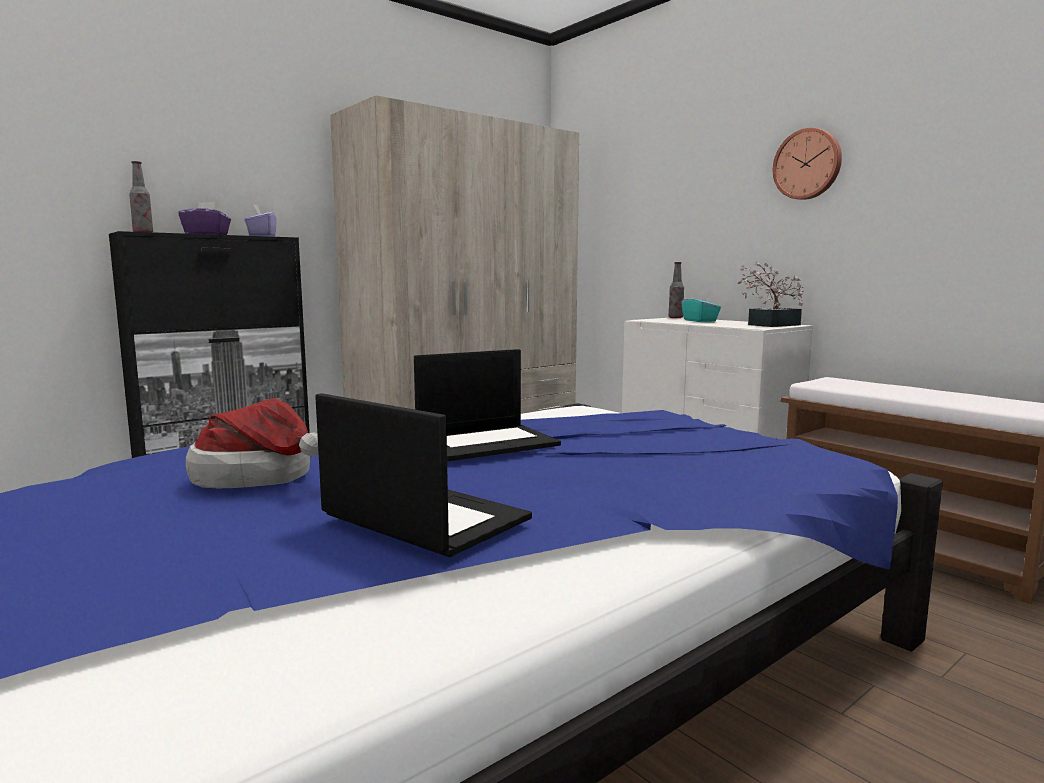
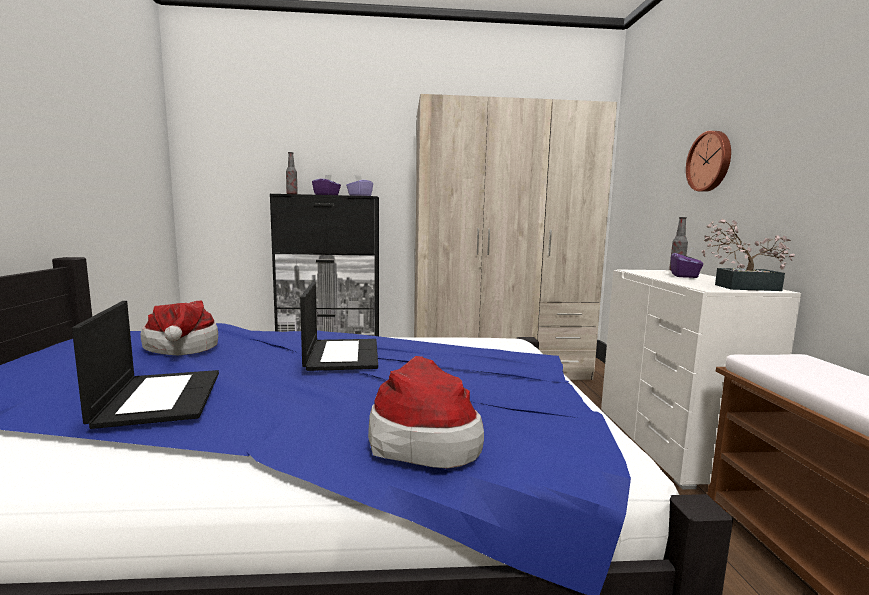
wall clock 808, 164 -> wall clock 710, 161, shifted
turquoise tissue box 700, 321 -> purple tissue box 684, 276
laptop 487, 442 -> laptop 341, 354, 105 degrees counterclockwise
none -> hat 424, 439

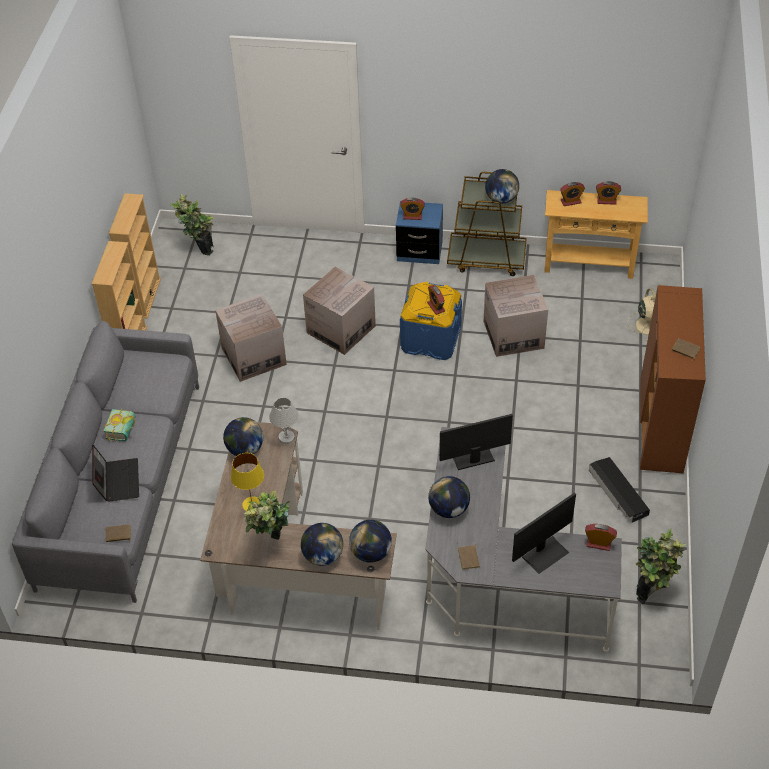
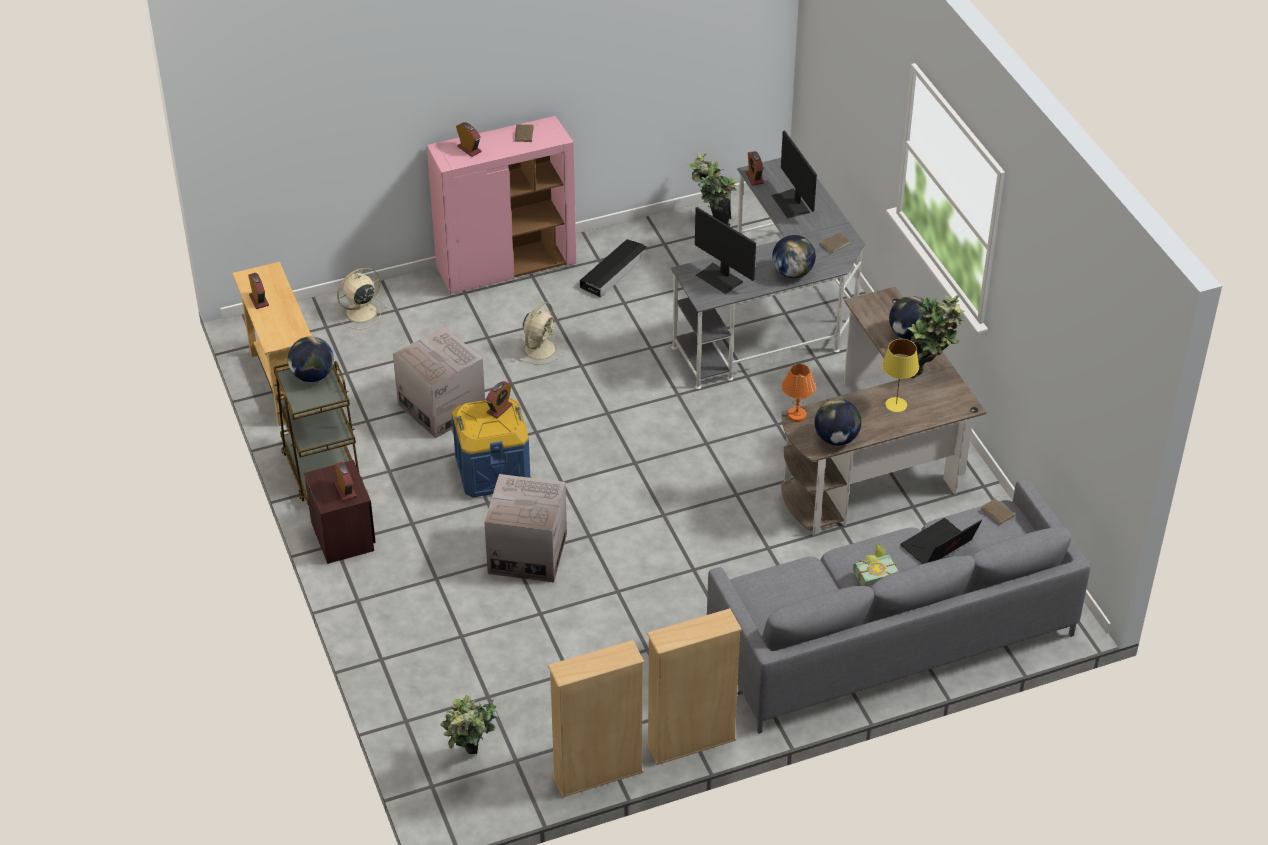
alarm clock 571, 201 -> alarm clock 469, 149, shifted
blue nightstand 419, 251 -> brown nightstand 343, 536
brown cabinet 661, 427 -> pink cabinet 506, 266
cardboard box 253, 356 -> none
white table lamp 287, 438 -> orange table lamp 796, 415
monitor 545, 554 -> monitor 791, 203, 135 degrees counterclockwise
globe 371, 553 -> none
none -> beige fan 540, 348

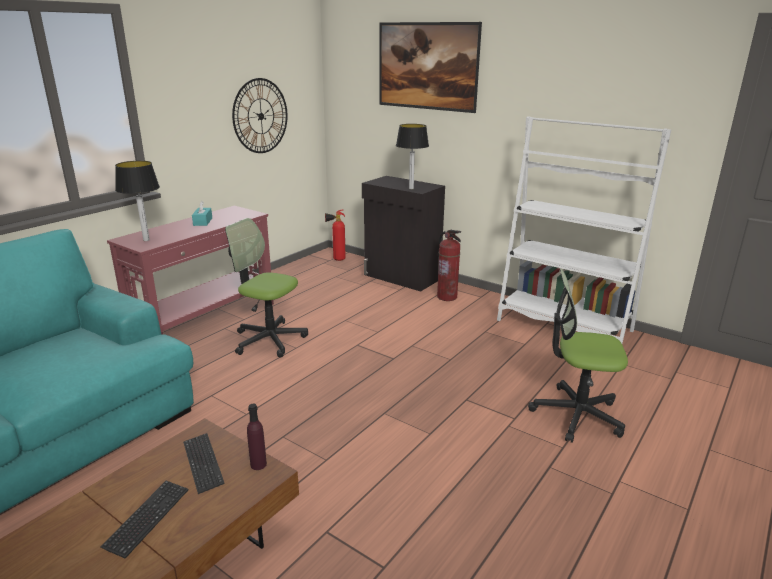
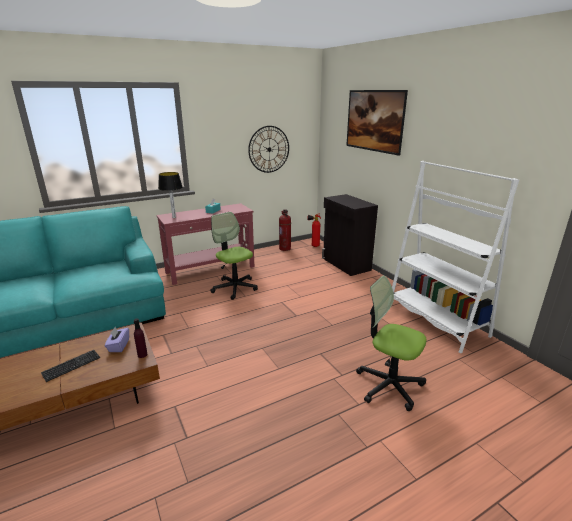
table lamp 411, 188 -> none
fire extinguisher 447, 297 -> fire extinguisher 285, 248, shifted
keyboard 203, 463 -> purple tissue box 118, 346

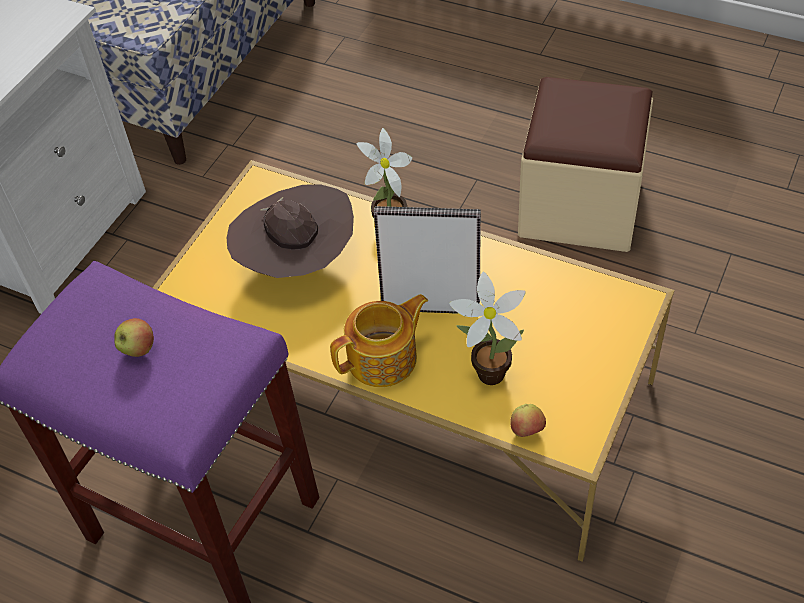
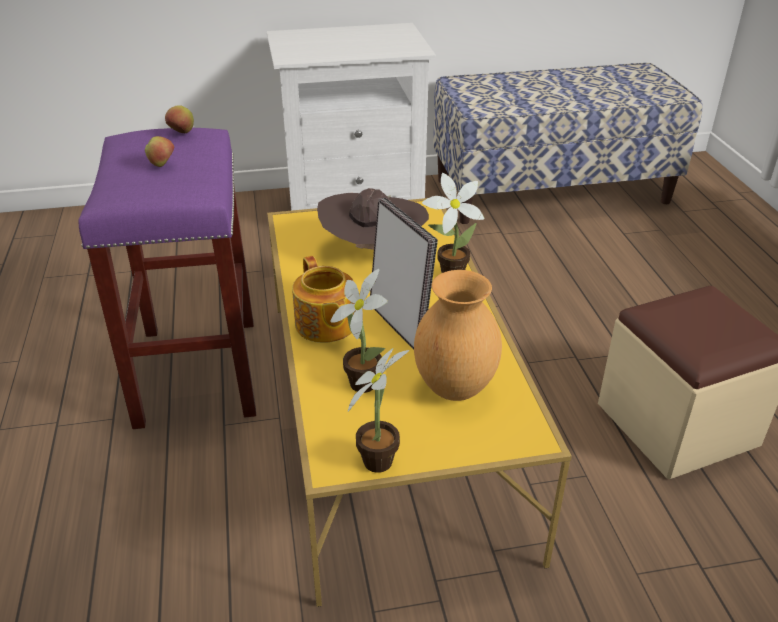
teapot 384, 359 -> teapot 325, 325, 45 degrees clockwise
apple 527, 431 -> apple 181, 133, shifted
none -> brown vase 455, 388
none -> potted plant 381, 458

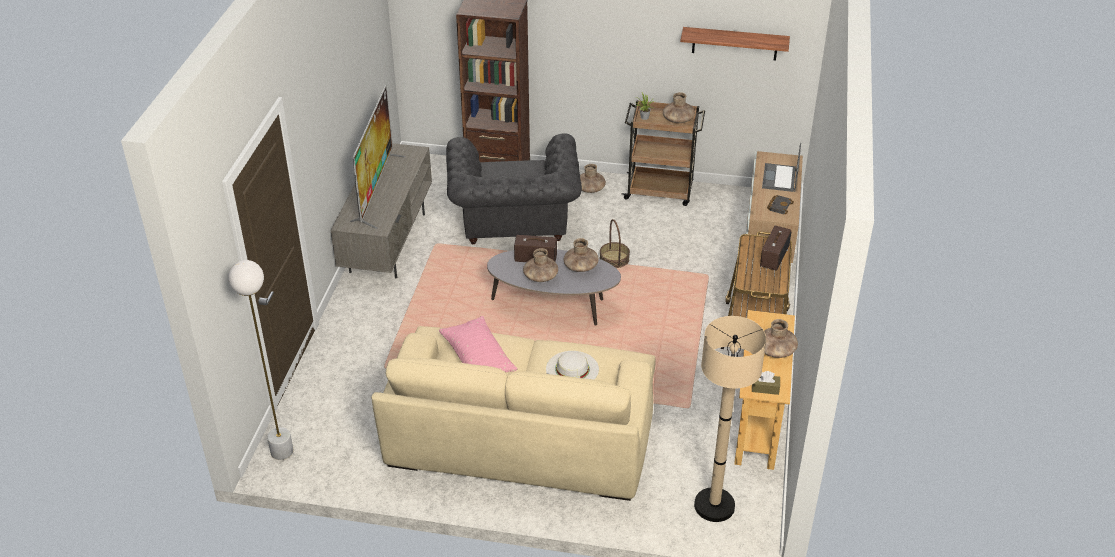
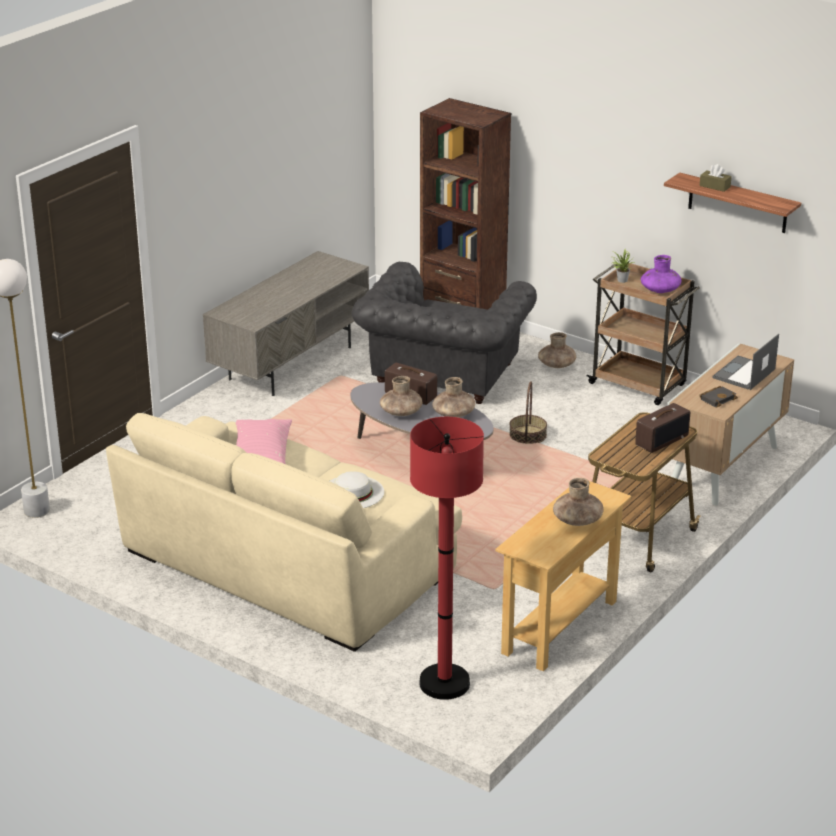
television 376, 189 -> none
brown vase 678, 120 -> purple vase 660, 290
beige floor lamp 714, 506 -> red floor lamp 444, 683
brown tissue box 765, 388 -> brown tissue box 714, 186, shifted

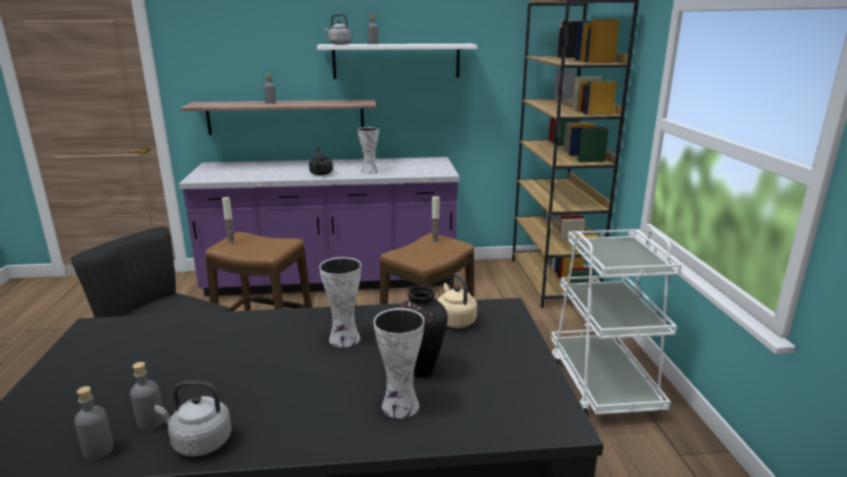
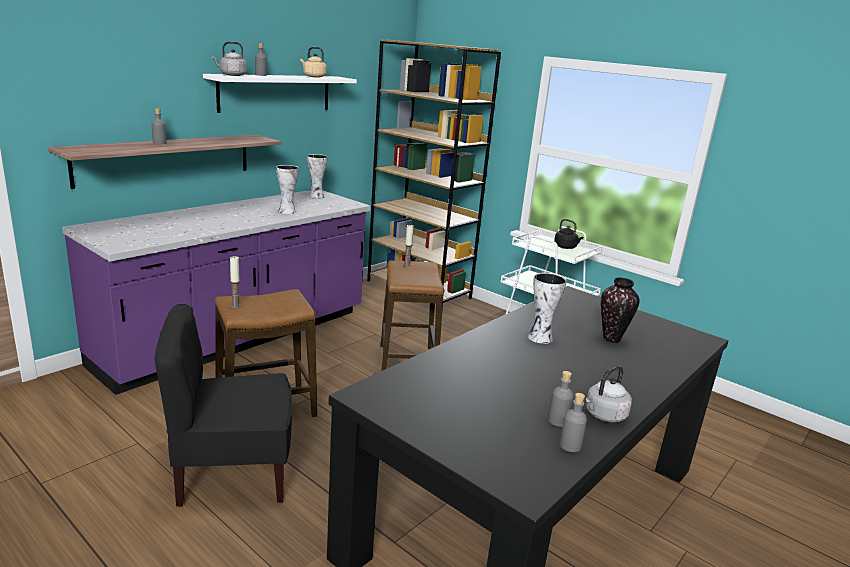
black kettle 321, 174 -> black kettle 566, 247, shifted
beige kettle 454, 320 -> beige kettle 313, 76, shifted
vase 398, 406 -> vase 316, 196, shifted

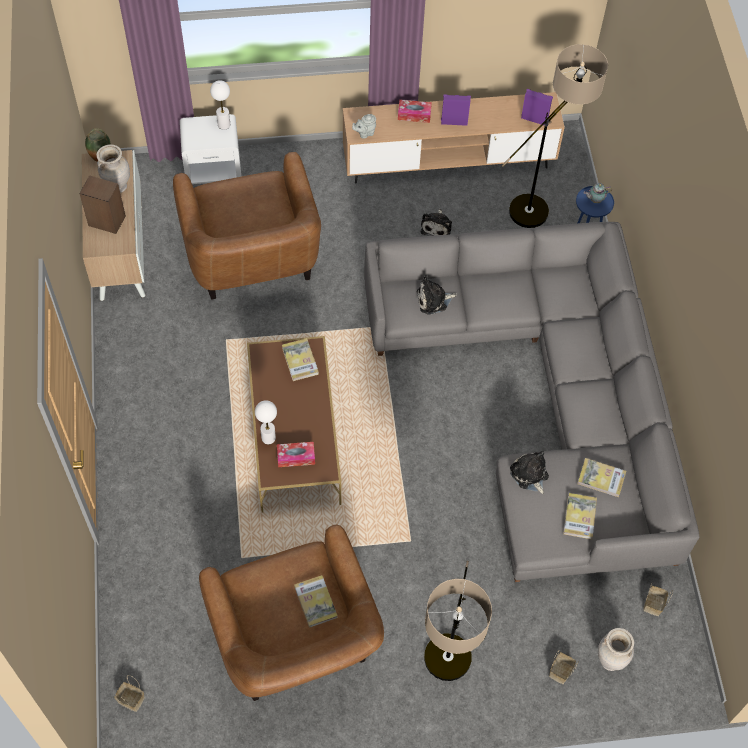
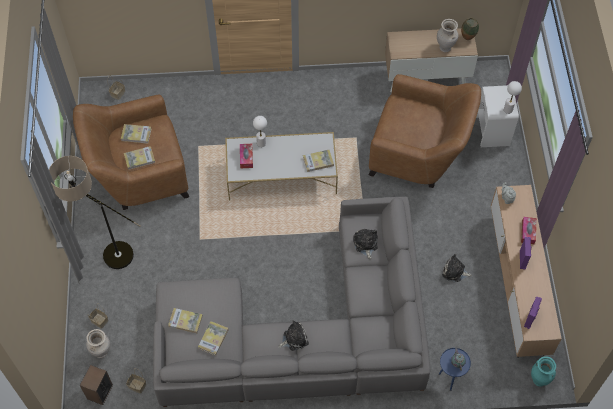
floor lamp 541, 205 -> none
brown armchair 253, 262 -> brown armchair 419, 153, 150 degrees counterclockwise
speaker 107, 221 -> speaker 99, 392, shifted
brown coffee table 294, 436 -> white coffee table 281, 175
plush toy 530, 475 -> plush toy 294, 338, shifted
none -> book 136, 134
none -> turquoise vase 539, 380

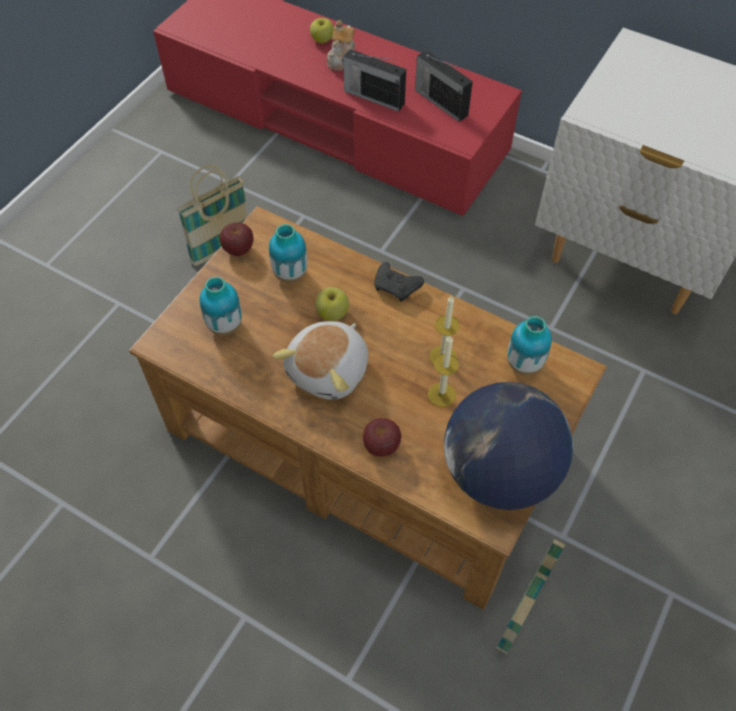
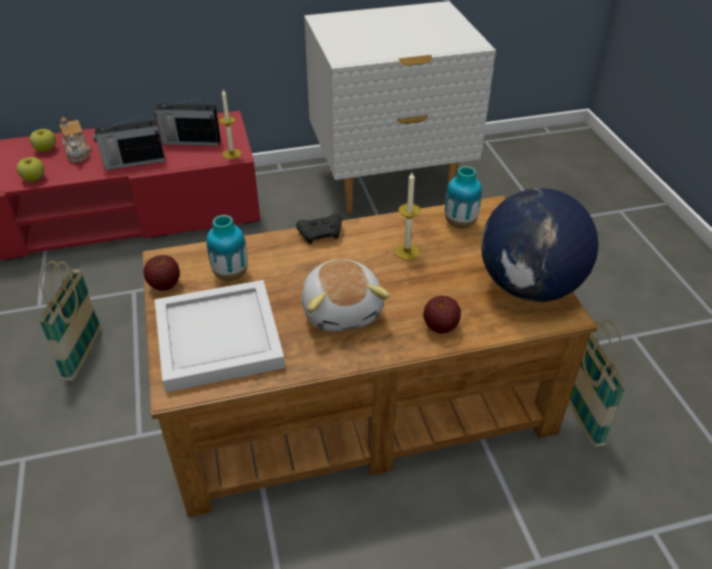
vase 225, 326 -> white tray 220, 339
apple 332, 313 -> apple 34, 179, shifted
candle 441, 394 -> candle 231, 154, shifted

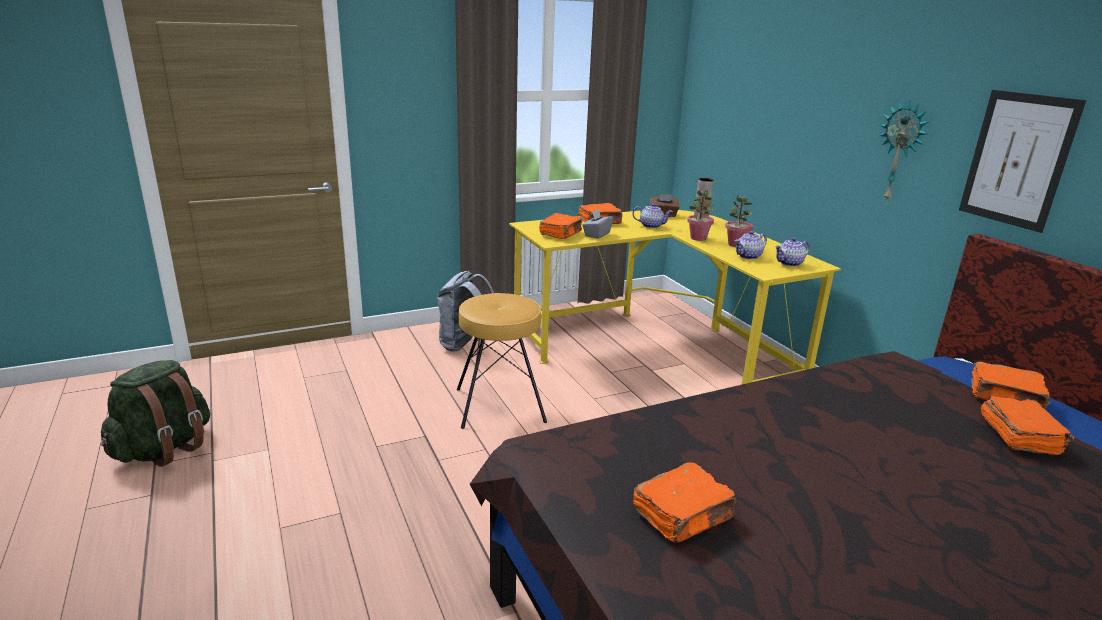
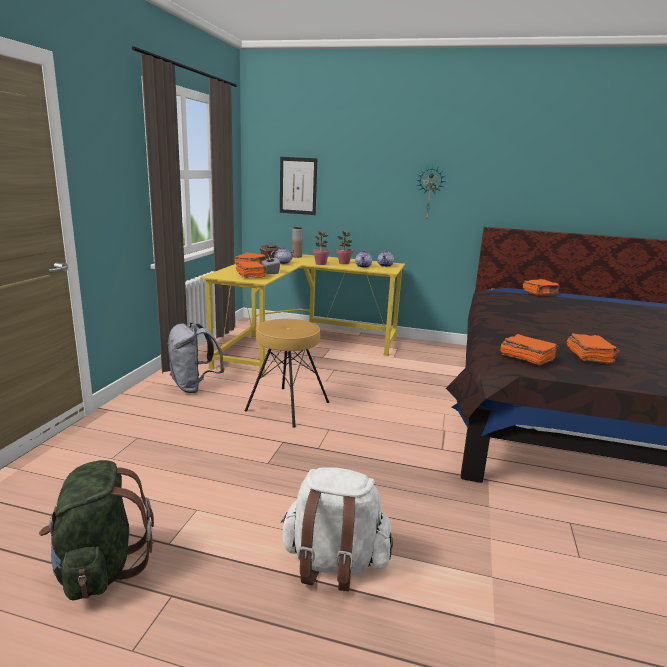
picture 1017, 159 -> picture 298, 186, shifted
orange book 1019, 436 -> orange book 526, 358, shifted
none -> white backpack 334, 563

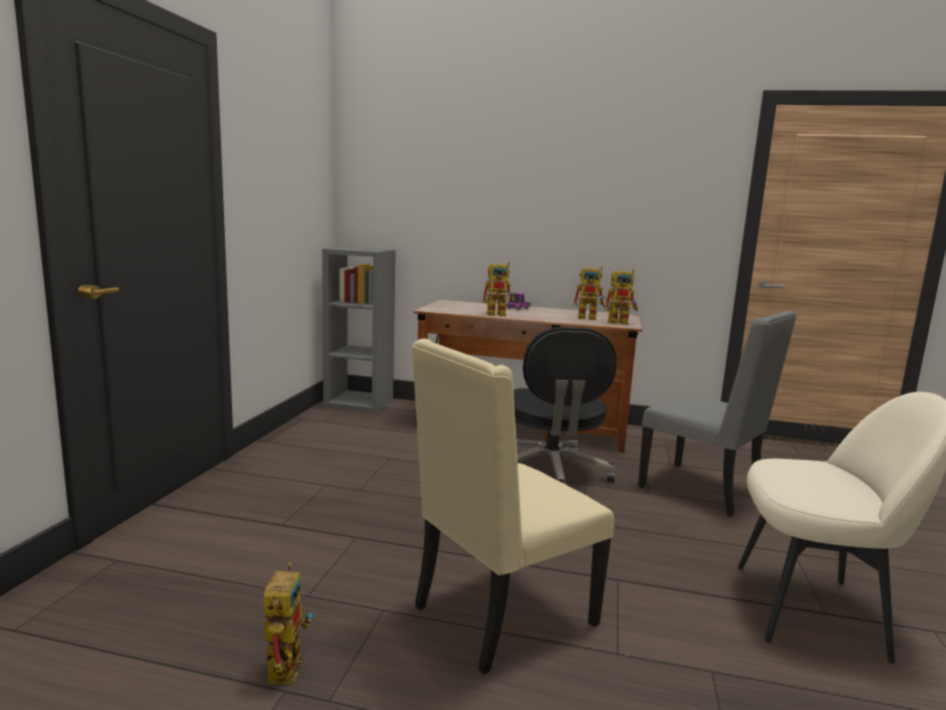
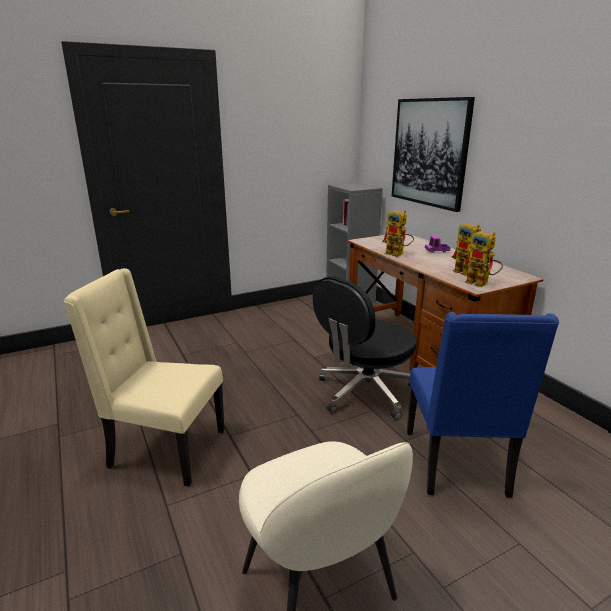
grey chair 703, 490 -> blue chair 457, 464
toy robot 284, 664 -> none
none -> picture 429, 152

